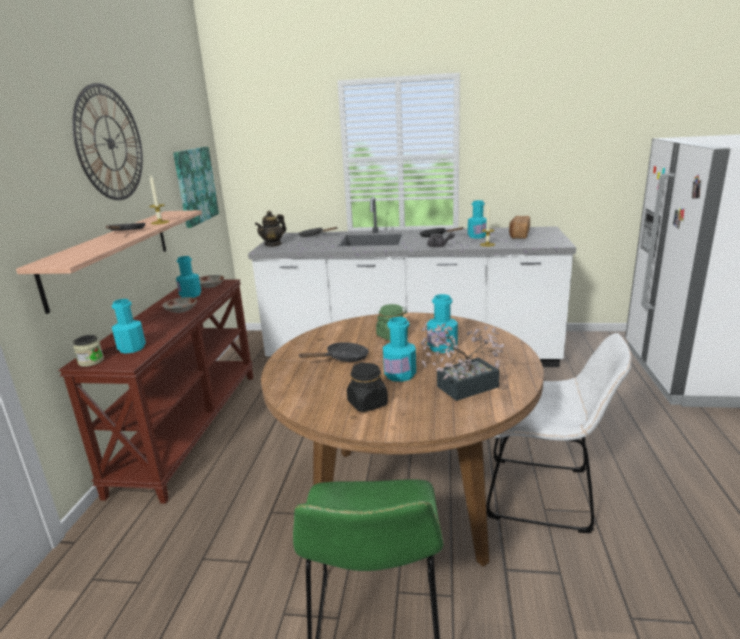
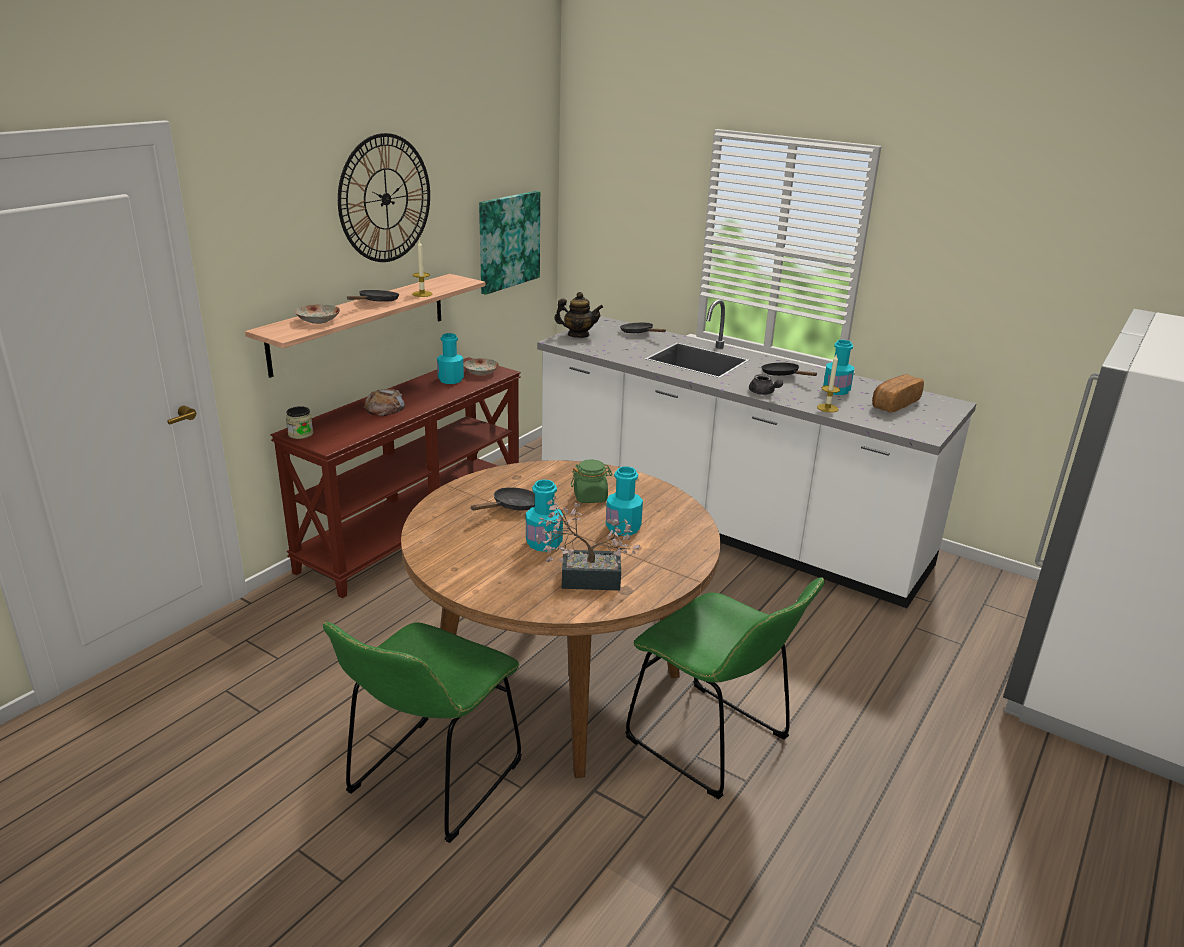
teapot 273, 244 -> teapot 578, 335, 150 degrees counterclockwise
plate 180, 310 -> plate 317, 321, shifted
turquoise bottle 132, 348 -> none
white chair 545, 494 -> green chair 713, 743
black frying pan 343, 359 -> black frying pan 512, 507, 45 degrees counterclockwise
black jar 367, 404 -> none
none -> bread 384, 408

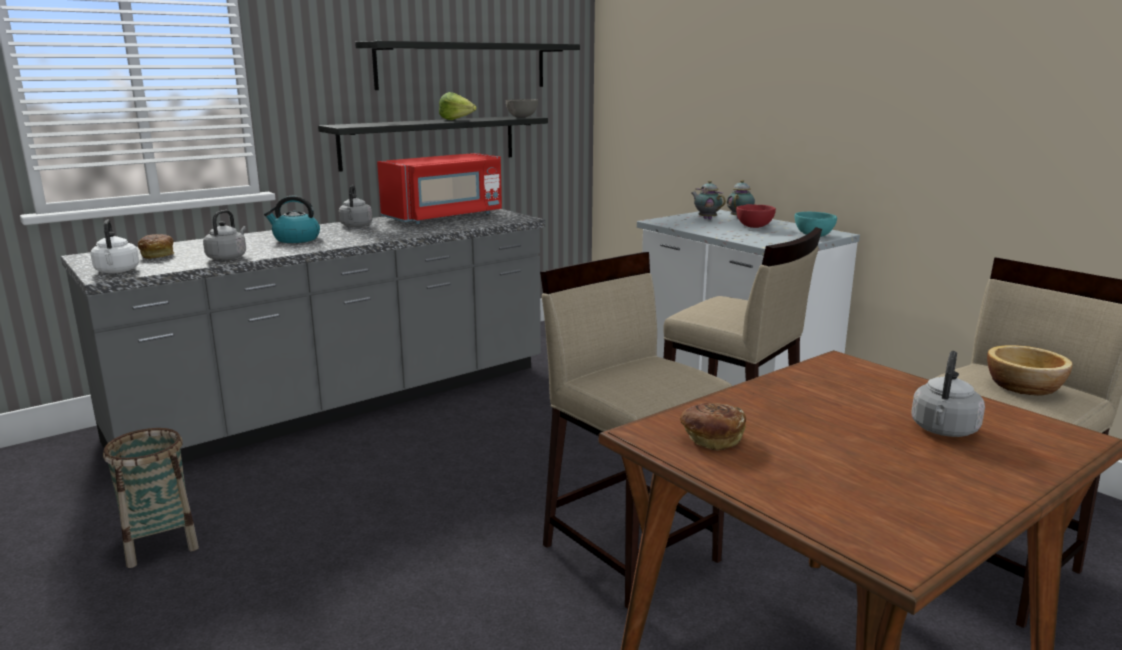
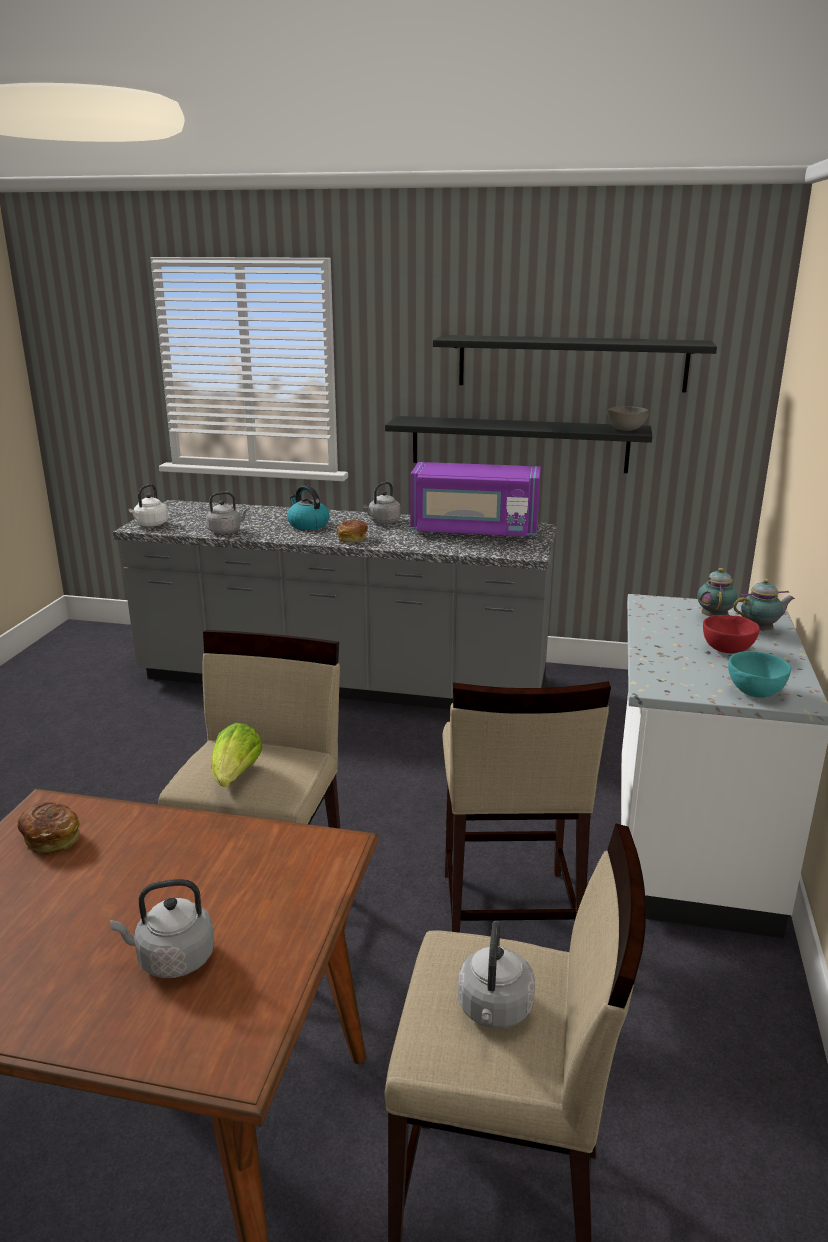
lettuce 457, 120 -> lettuce 235, 777, shifted
red microwave 445, 217 -> purple microwave 474, 531
bread 158, 255 -> bread 352, 539, shifted
bowl 1025, 387 -> grey kettle 494, 1010
basket 160, 543 -> none

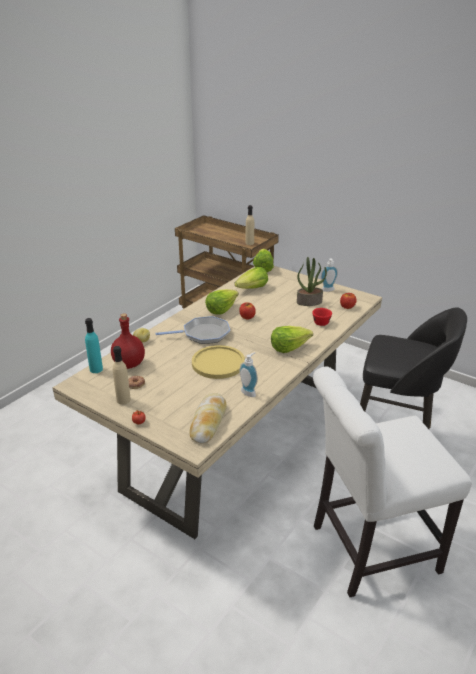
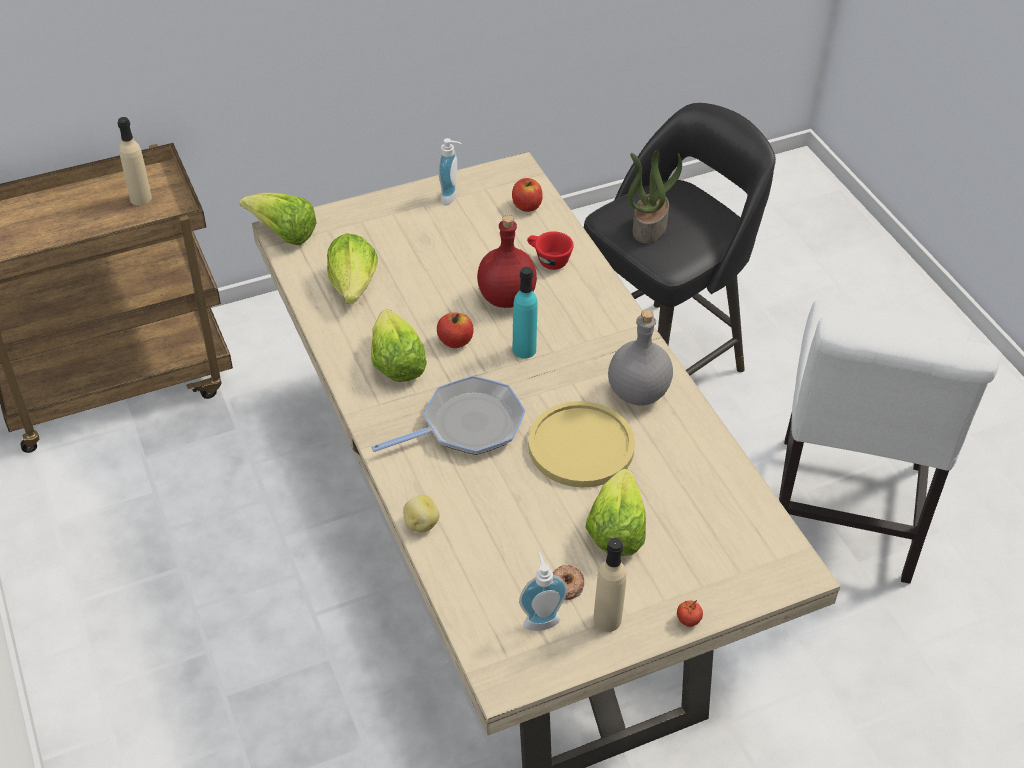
potted plant 309, 302 -> potted plant 649, 227, shifted
red bottle 129, 364 -> red bottle 507, 298, shifted
frying pan 203, 334 -> frying pan 467, 425, 45 degrees clockwise
turquoise bottle 96, 369 -> turquoise bottle 524, 350, shifted
lettuce 289, 347 -> lettuce 615, 529, shifted
soap dispenser 249, 392 -> soap dispenser 540, 618, shifted
bread 208, 422 -> none
none -> grey bottle 639, 392

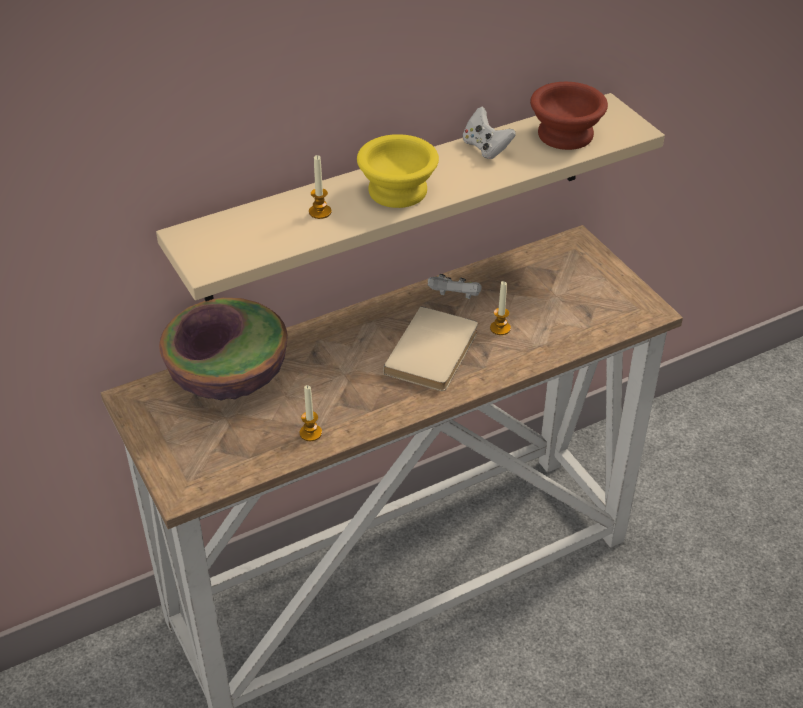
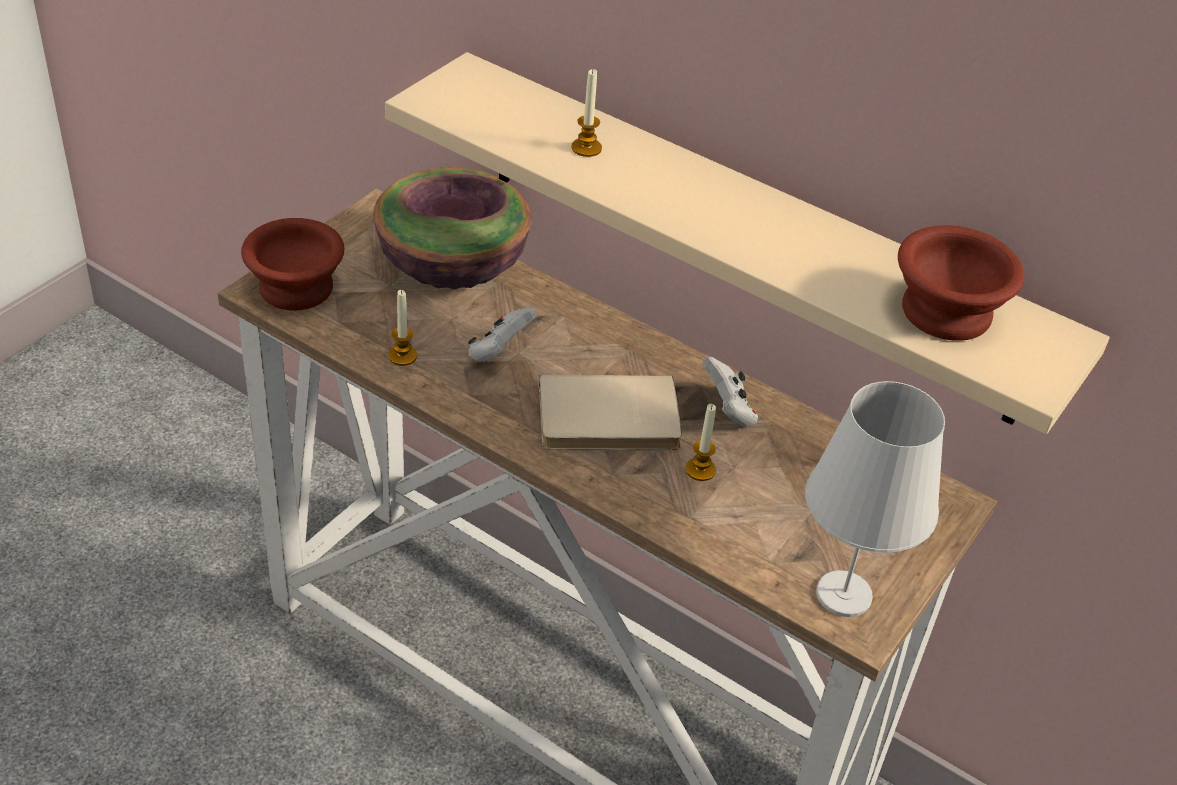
white game controller 485, 148 -> white game controller 499, 351, shifted
yellow bowl 399, 192 -> none
none -> brown bowl 298, 289
none -> white table lamp 844, 594

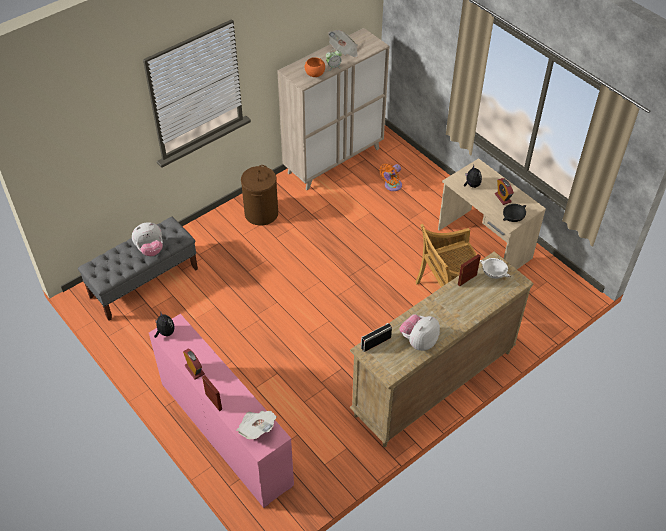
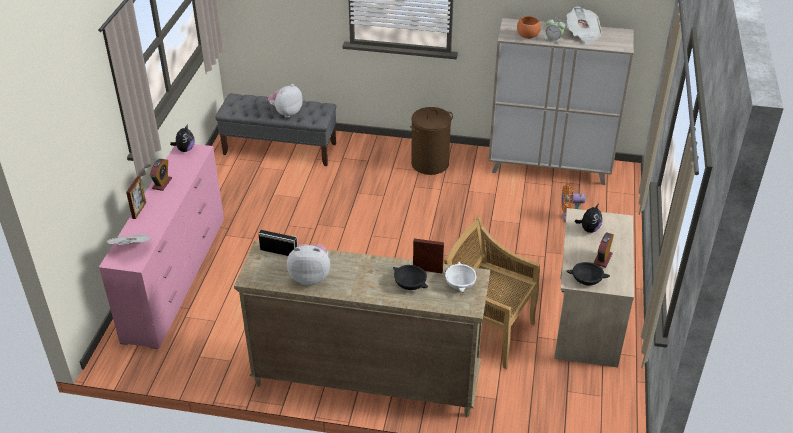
plush toy 150, 249 -> plush toy 286, 113, 105 degrees clockwise
none -> black bowl 409, 284

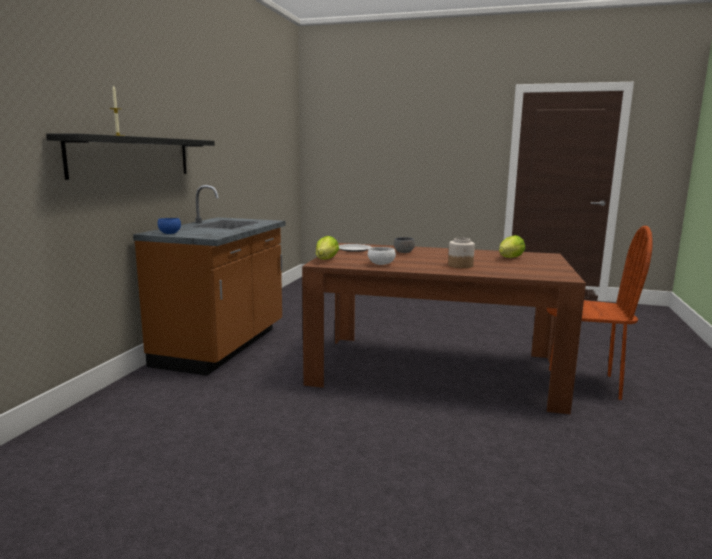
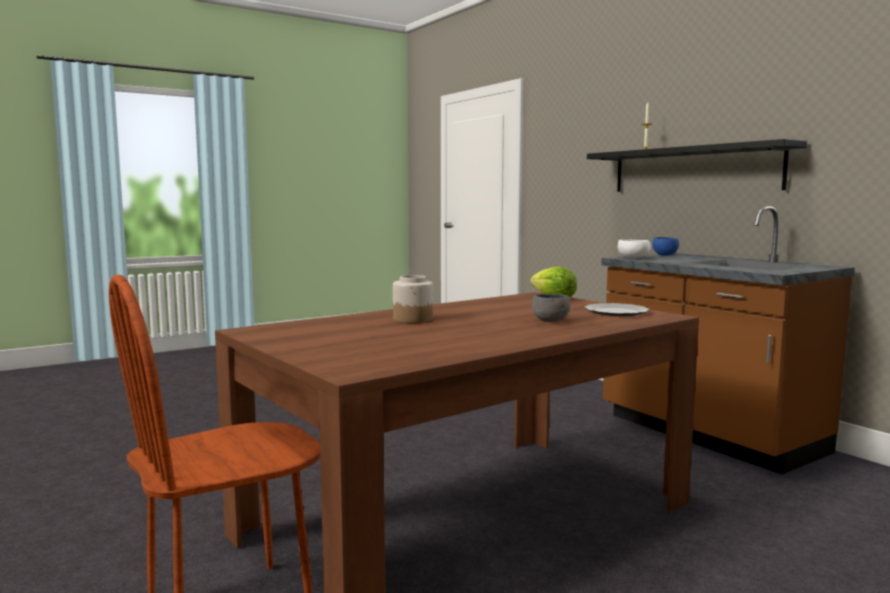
lettuce 510, 258 -> none
white bowl 380, 264 -> white bowl 633, 258, shifted

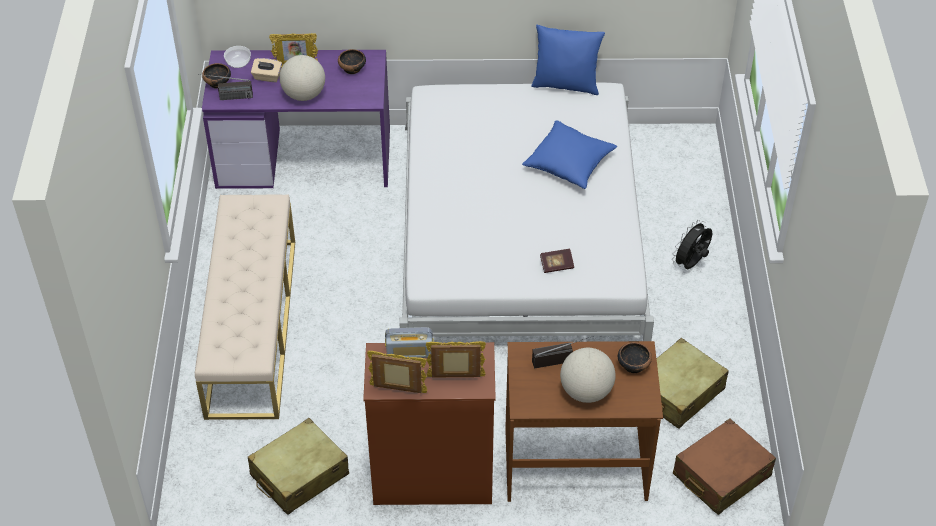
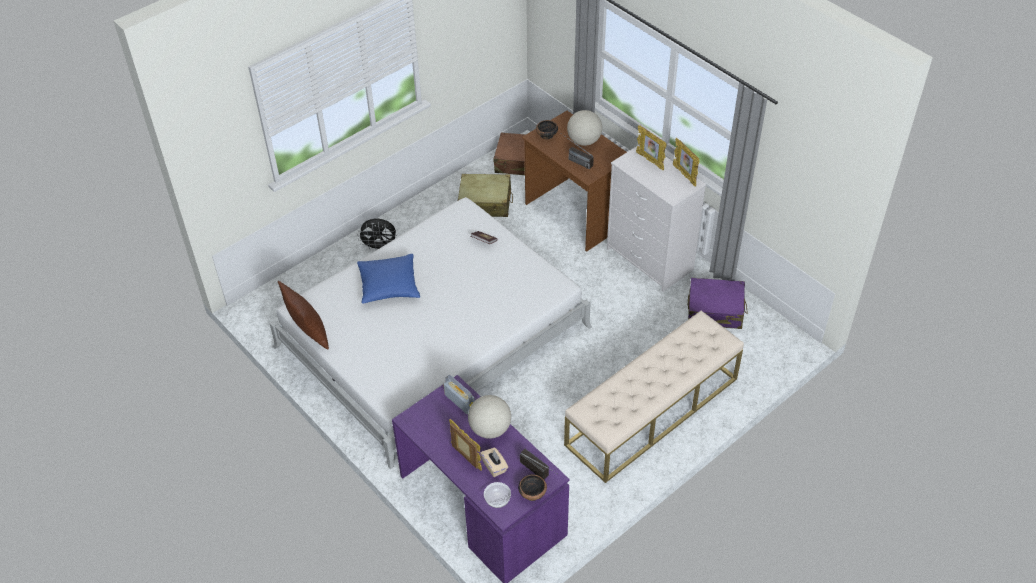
blue pillow 566, 84 -> brown pillow 308, 333
bowl 352, 68 -> none
radio 409, 353 -> radio 459, 401, shifted
brown dresser 431, 477 -> white dresser 650, 259
beige suitcase 299, 475 -> purple suitcase 715, 311

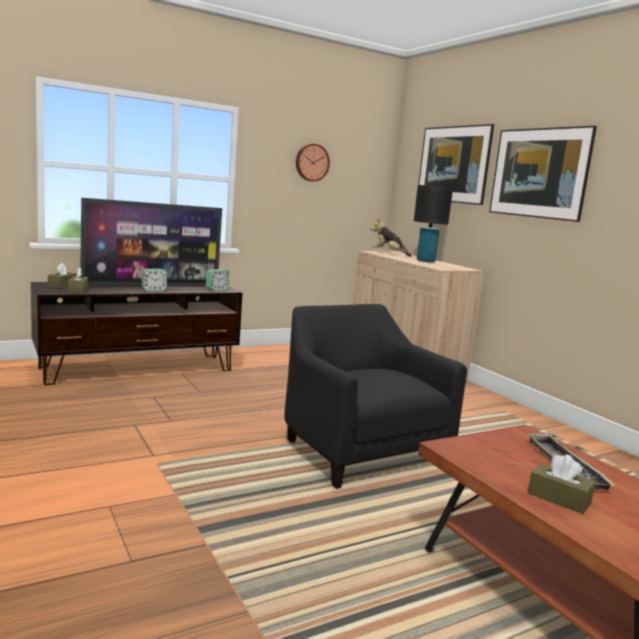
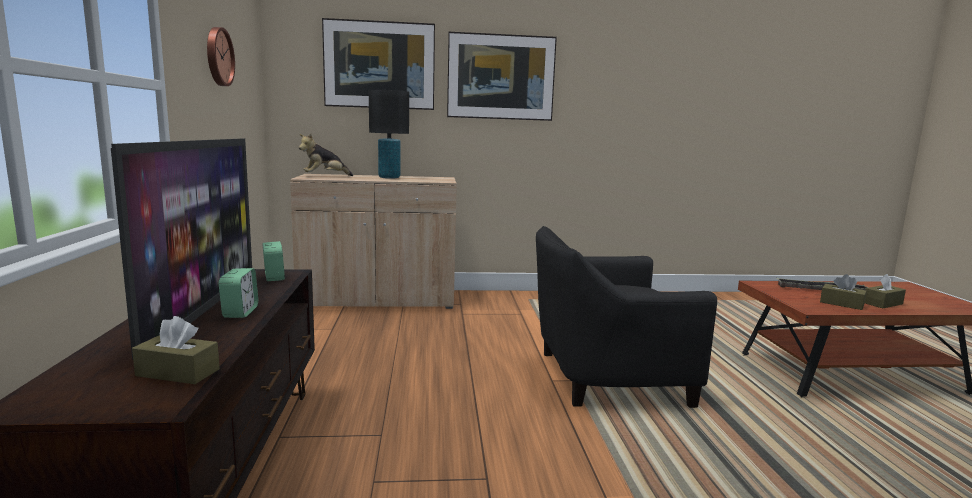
brown tissue box 62, 285 -> brown tissue box 841, 304, shifted

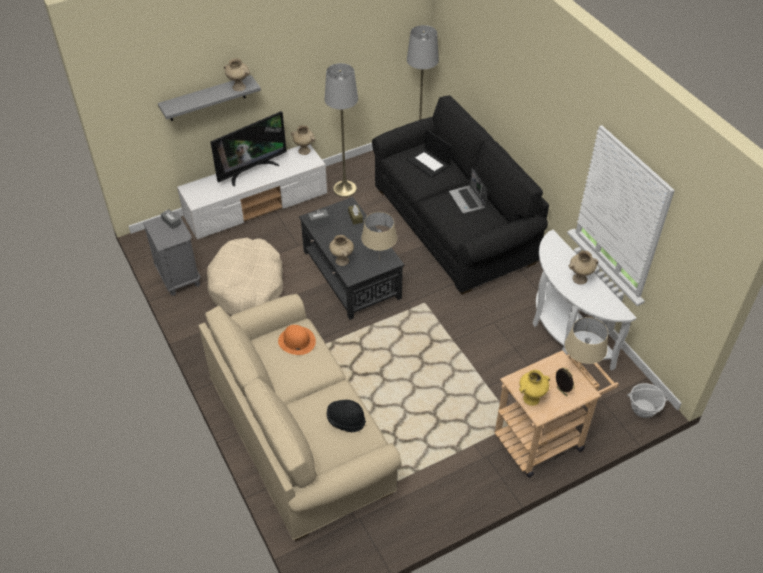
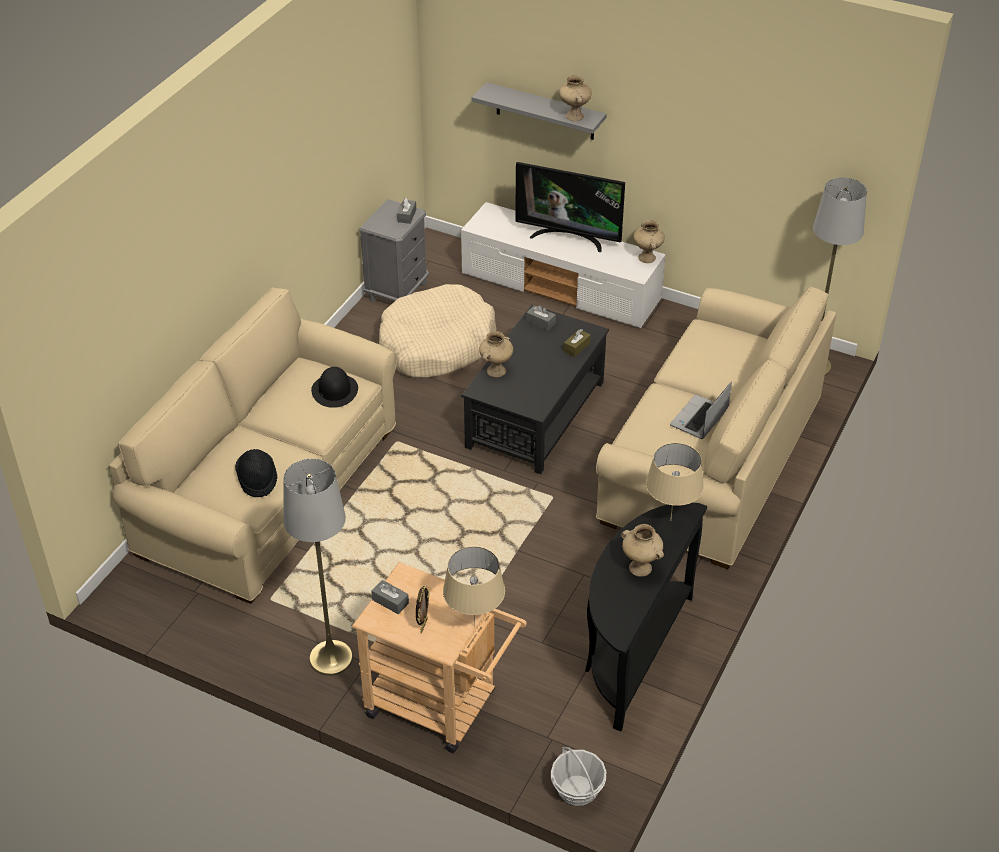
grey floor lamp 345, 189 -> grey floor lamp 331, 658, shifted
black sofa 453, 225 -> beige sofa 711, 460
laptop 429, 163 -> none
beige table lamp 379, 260 -> beige table lamp 670, 521, shifted
white console table 564, 333 -> black console table 632, 652
orange hat 296, 341 -> black hat 334, 390
yellow vase 531, 398 -> grey tissue box 390, 601

